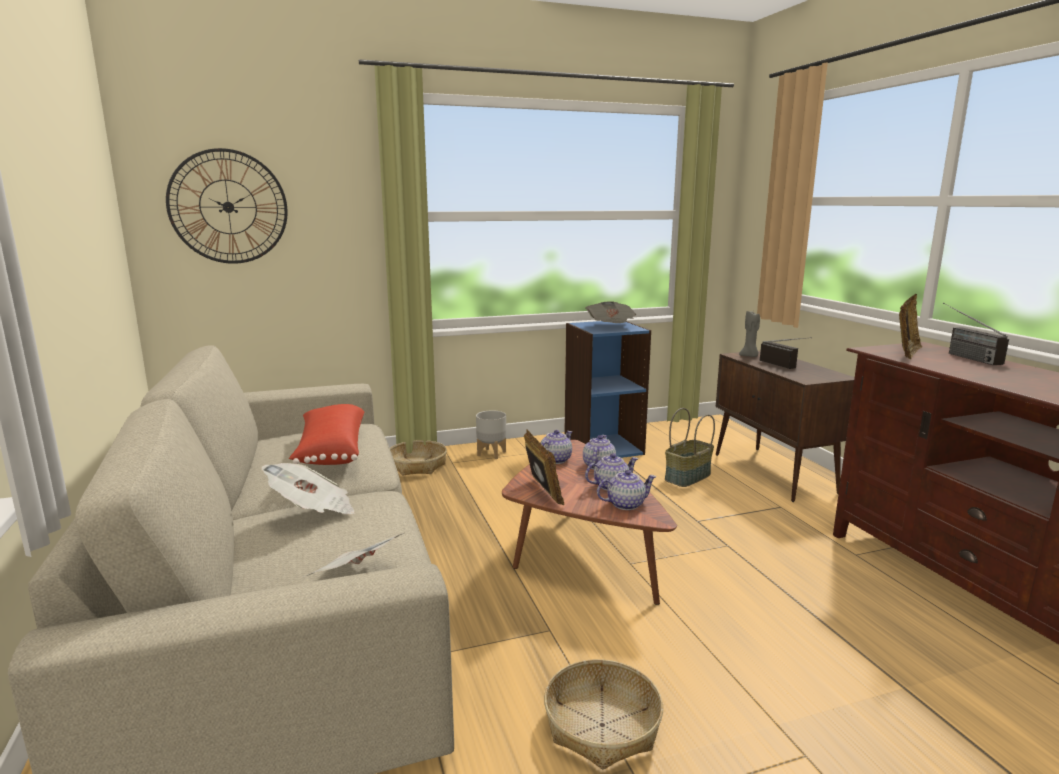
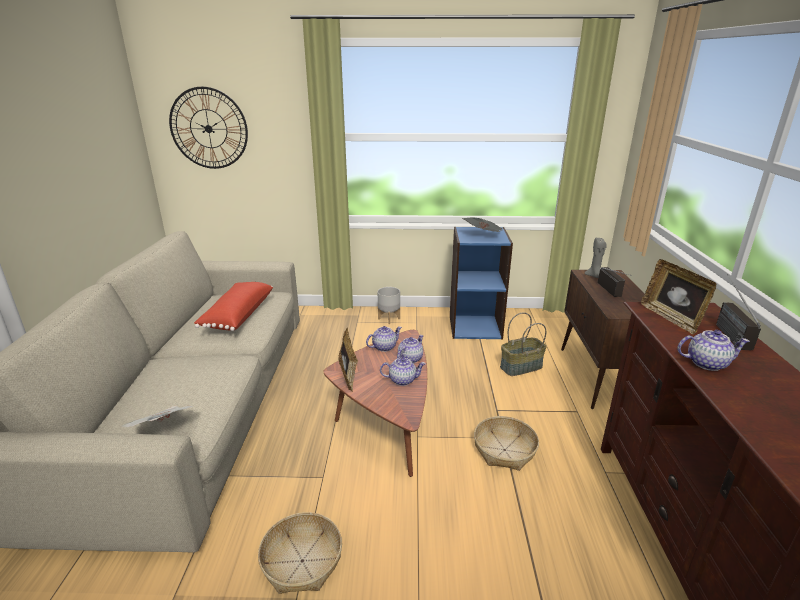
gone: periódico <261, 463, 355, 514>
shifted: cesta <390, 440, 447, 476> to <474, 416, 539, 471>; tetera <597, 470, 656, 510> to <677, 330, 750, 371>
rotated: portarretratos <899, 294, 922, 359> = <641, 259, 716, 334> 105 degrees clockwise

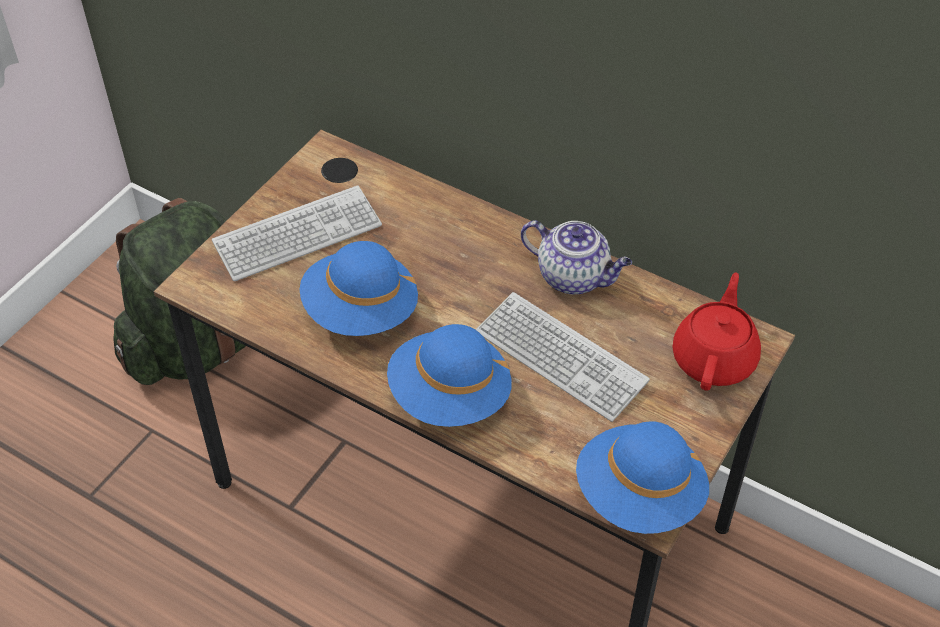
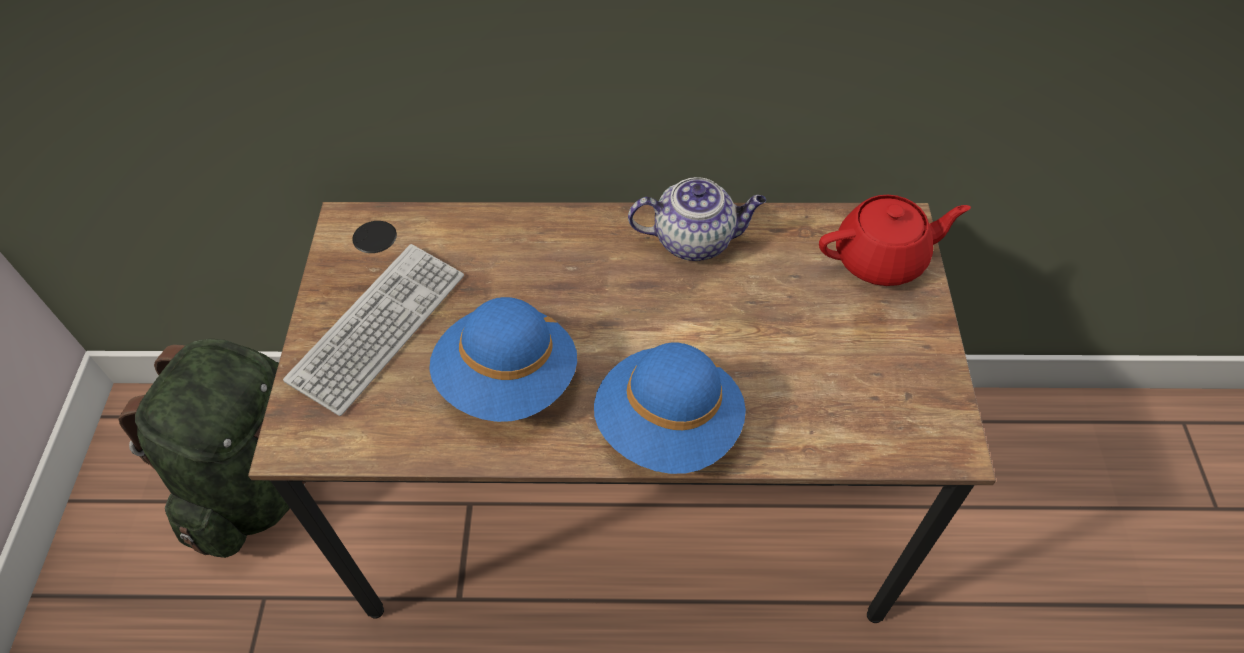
gone: teclado <476, 292, 650, 422>; sombrero/azul <576, 421, 709, 534>
rotated: tetera/rojo <672, 272, 761, 391> = <819, 195, 971, 286> 90 degrees clockwise

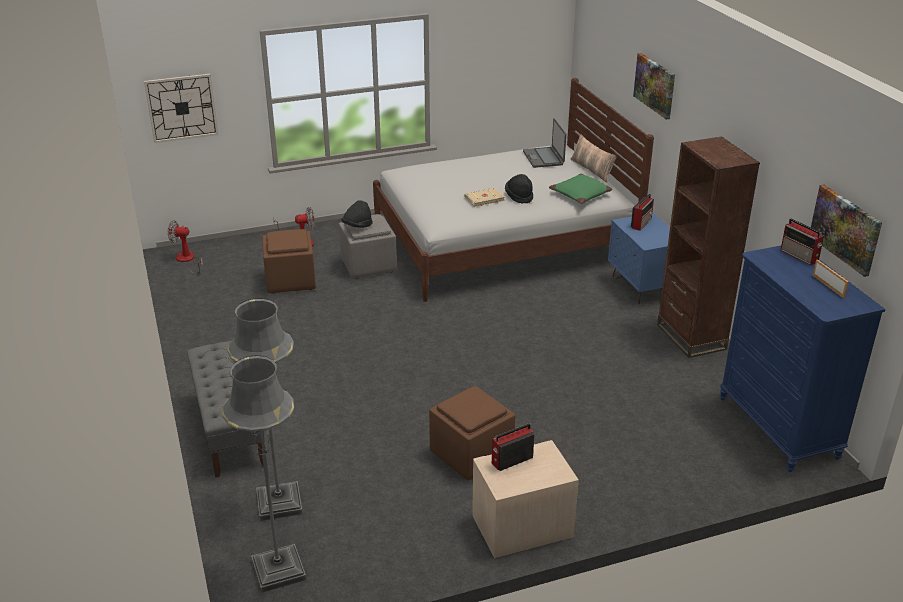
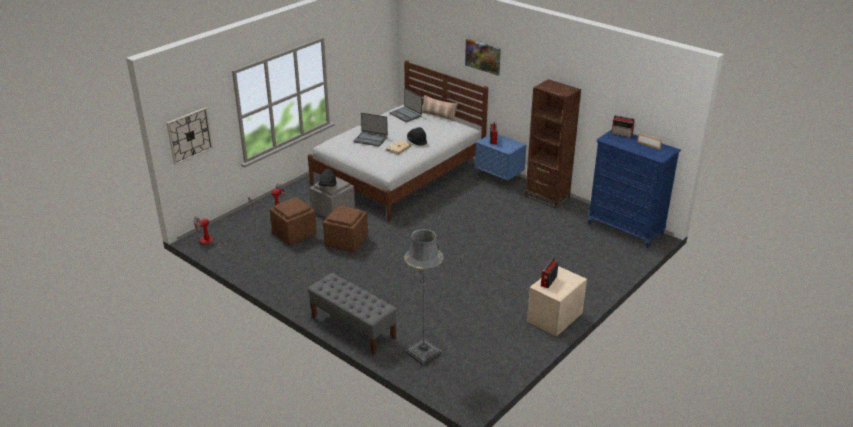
gone: cojín/verde <549, 174, 612, 204>; cuadro <811, 184, 882, 277>; lámpara de pie/gris <222, 355, 306, 593>
new: portátil <354, 113, 388, 146>
shifted: puf/marrón <429, 386, 515, 480> to <323, 206, 368, 253>

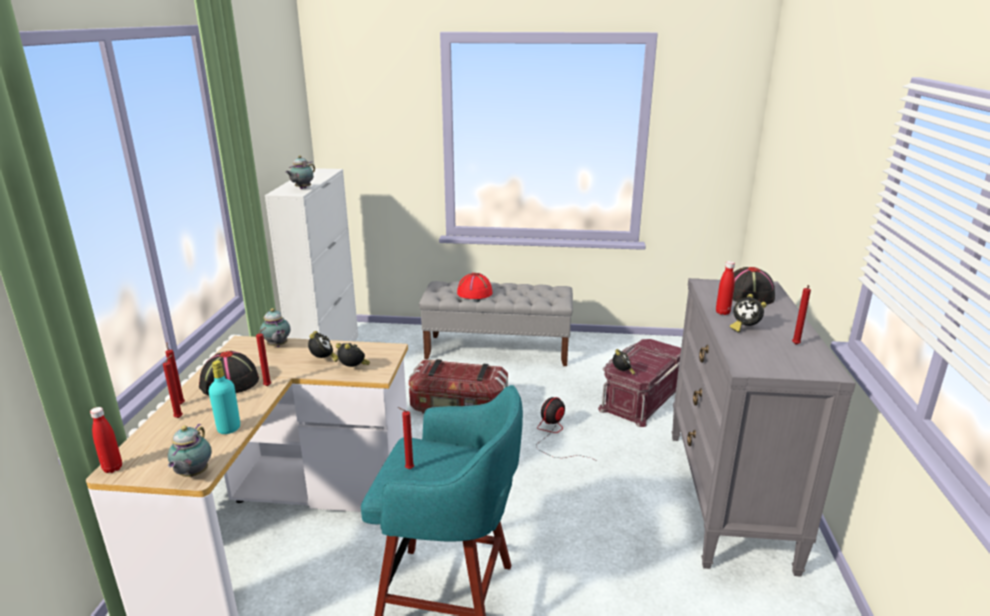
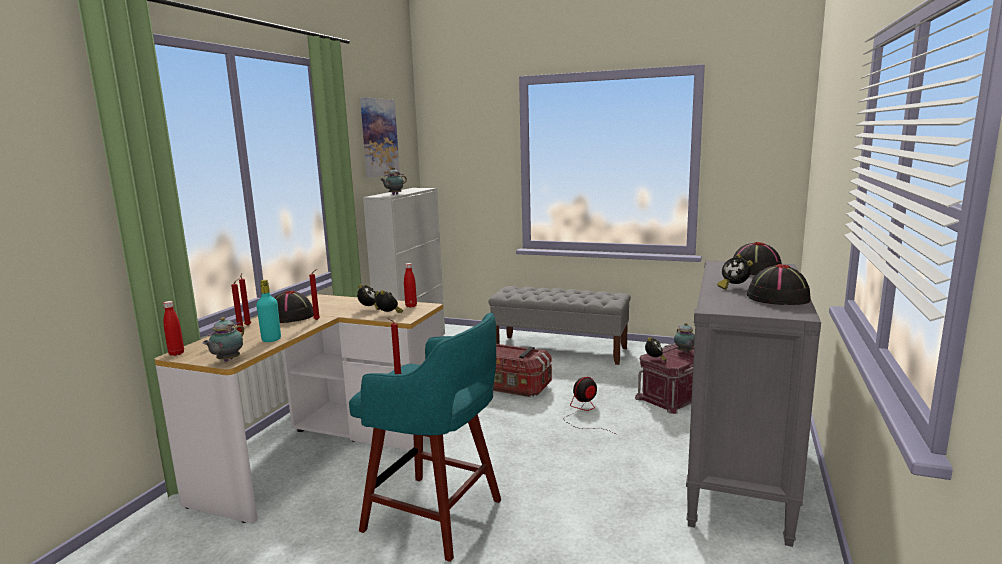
gone: sombrero/rojo <457, 273, 493, 299>
new: cuadro <360, 97, 400, 178>
shifted: botella/rojo <716, 261, 735, 315> to <404, 263, 417, 308>; tetera <260, 308, 291, 347> to <674, 323, 695, 353>
swapped: vela/rojo <792, 285, 811, 344> to sombrero/negro <746, 264, 811, 305>

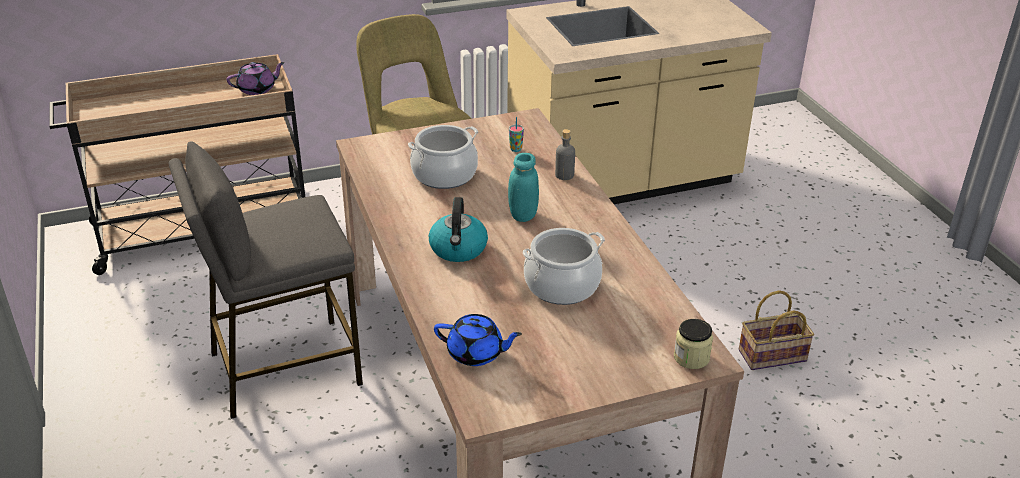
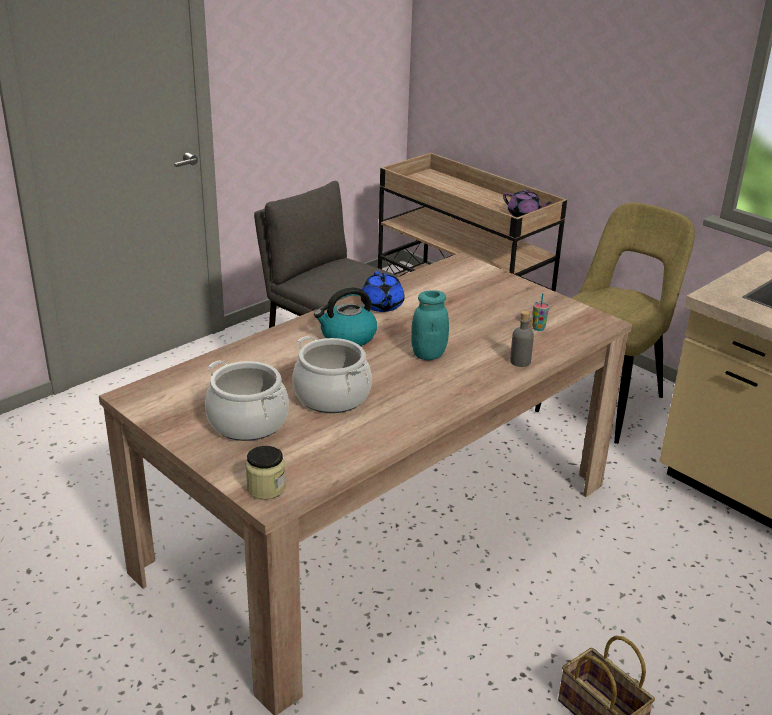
shifted: olla <408, 125, 478, 189> to <205, 360, 289, 441>; tetera/azul <434, 314, 522, 366> to <360, 271, 404, 312>

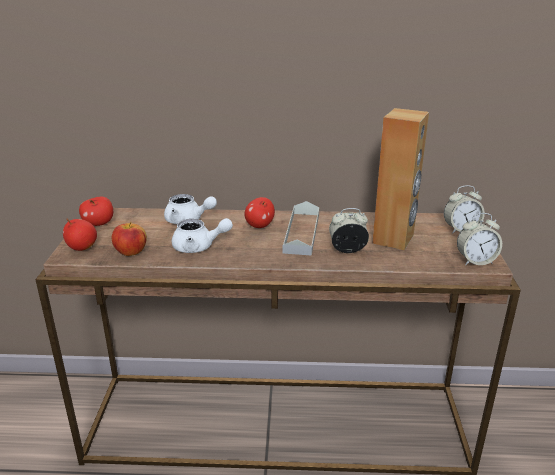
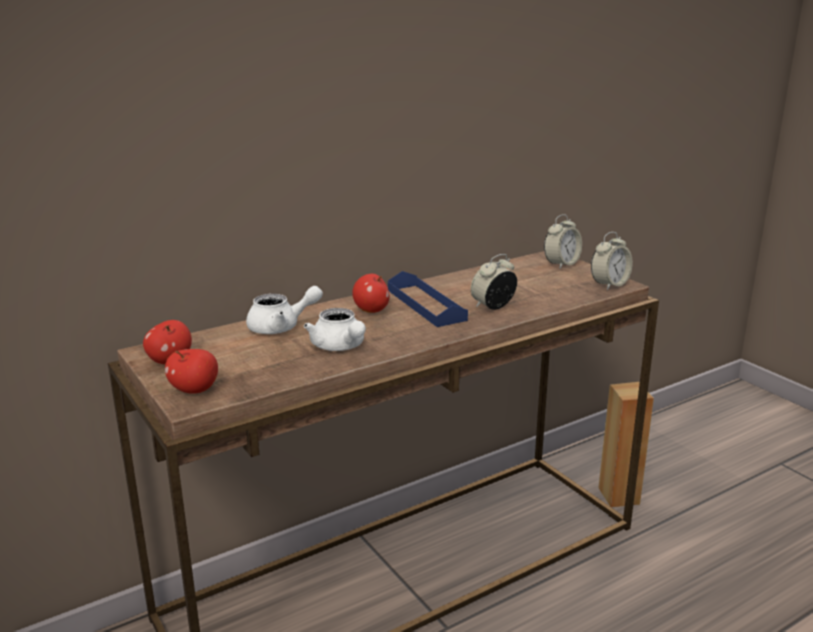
gone: manzana <112, 222, 147, 256>
shifted: altavoz/marrón <372, 108, 429, 250> to <598, 382, 654, 507>
repainted: bandeja/gris <283, 201, 319, 256> to bandeja/azul <388, 271, 468, 327>
rotated: tetera/blanco <172, 218, 233, 253> = <304, 308, 366, 351> 90 degrees clockwise

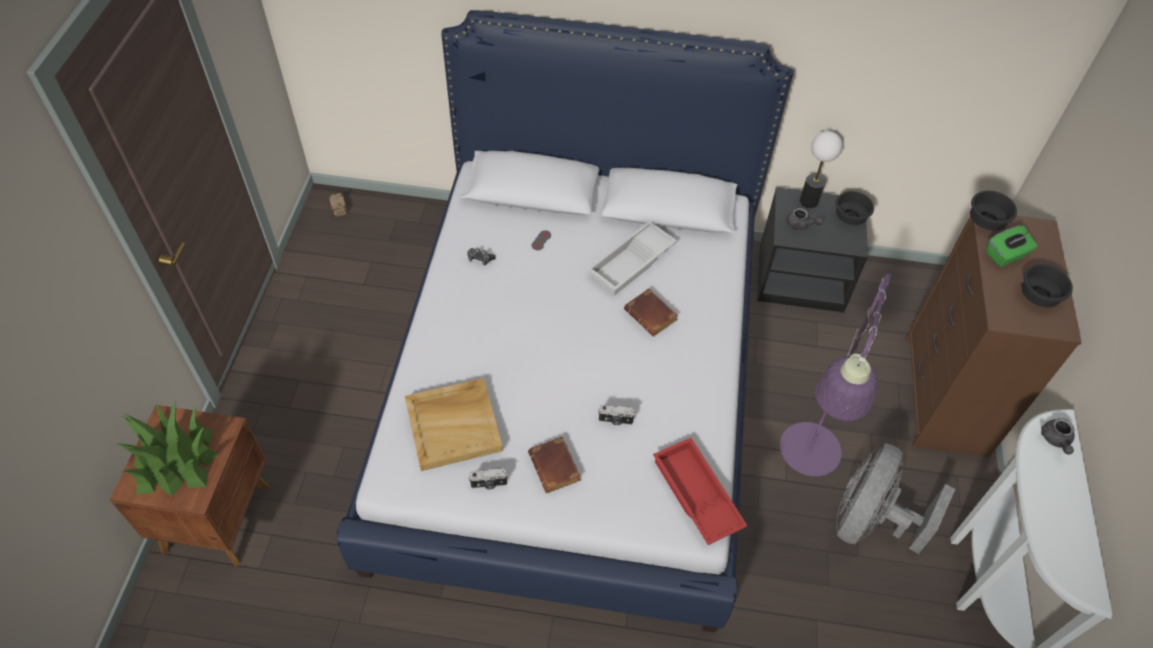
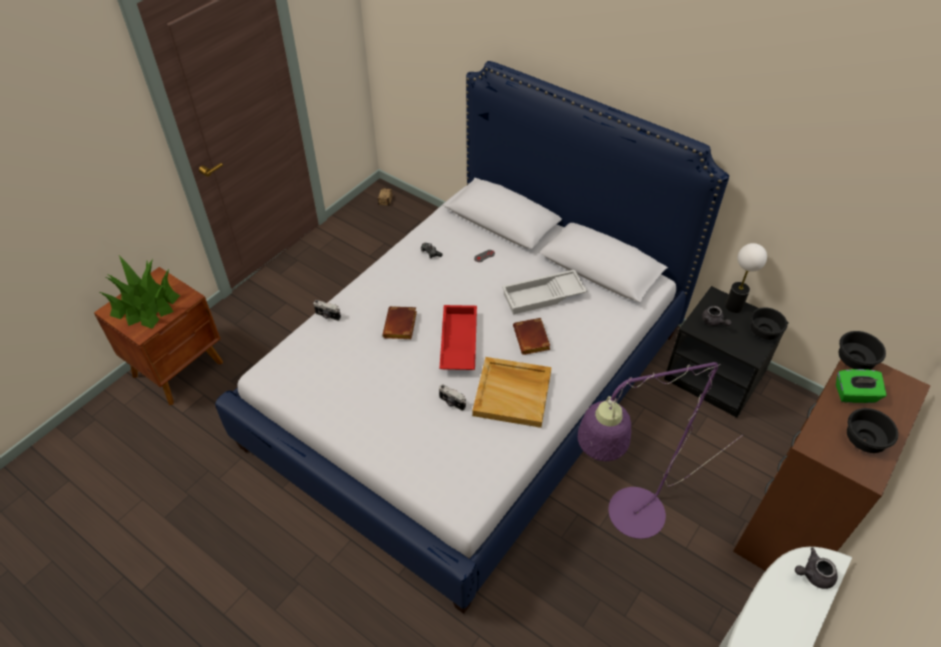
gone: ventilador/gris <837, 443, 955, 554>
shifted: bandeja/beis <405, 378, 503, 471> to <472, 357, 552, 428>; libro/marrón <528, 436, 581, 493> to <382, 306, 417, 339>; bandeja/rojo <653, 438, 748, 545> to <439, 305, 477, 370>; cámara <468, 468, 508, 489> to <313, 300, 341, 321>
rotated: tetera/gris <1041, 418, 1075, 454> = <795, 548, 838, 589> 45 degrees clockwise

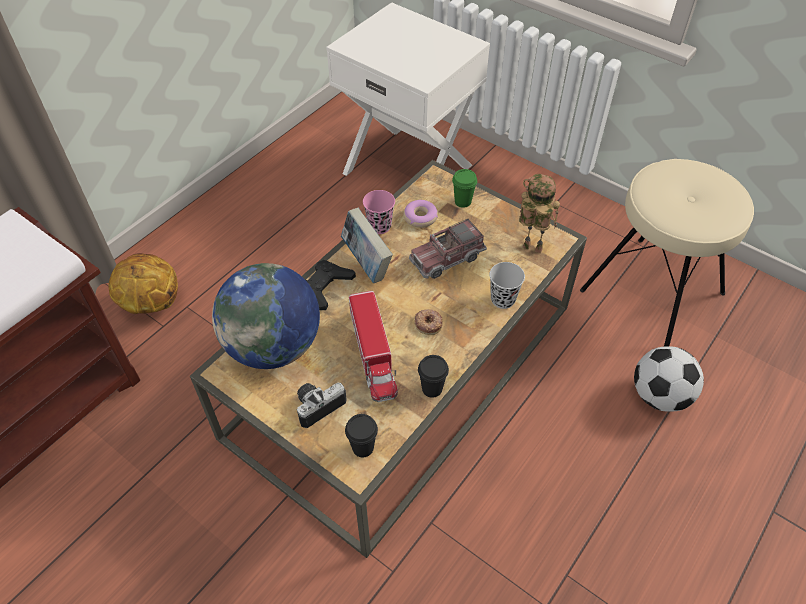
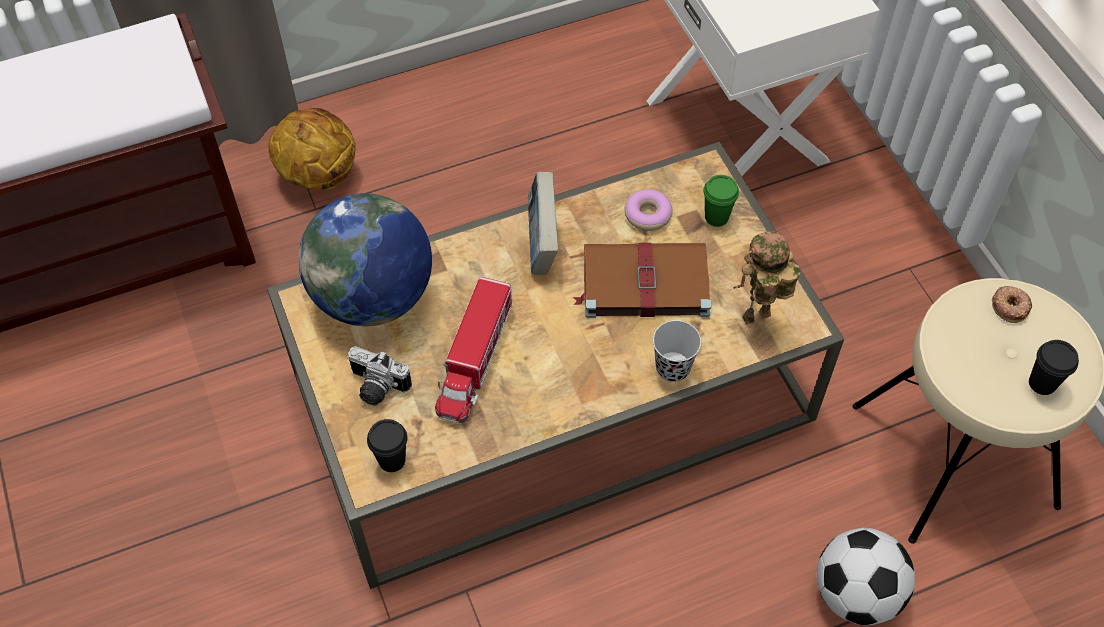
gone: taza/rosa <363, 190, 395, 234>; mando de consola/negro <306, 260, 356, 310>
shifted: rosquilla <414, 309, 442, 335> to <992, 286, 1032, 323>; taza/negro <418, 355, 449, 398> to <1029, 340, 1079, 395>
swapped: camión de juguete <409, 219, 487, 279> to libro/marrón <573, 243, 711, 318>
rotated: robot de juguete <519, 174, 560, 254> = <733, 231, 800, 324> 75 degrees counterclockwise; cámara <297, 382, 347, 428> = <348, 346, 412, 406> 150 degrees counterclockwise

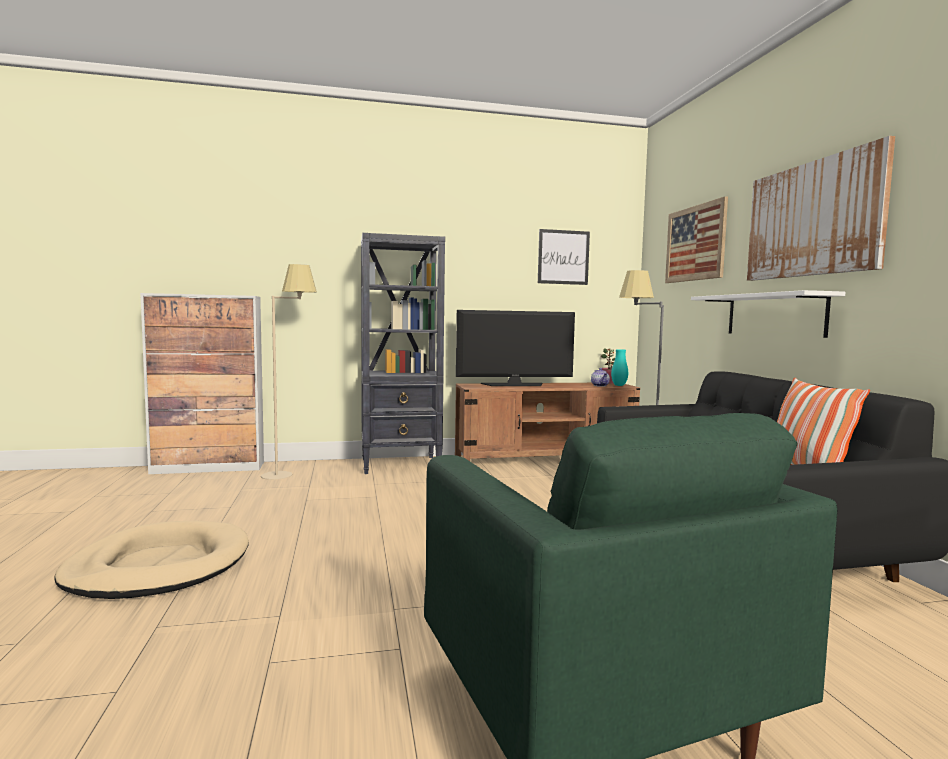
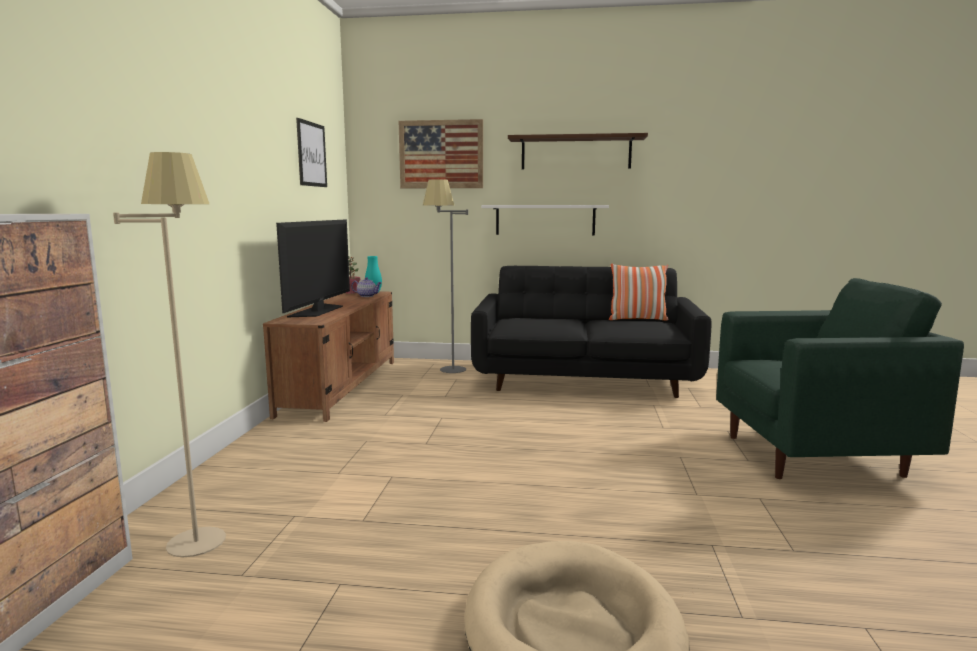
gone: estantería/negro <361, 233, 445, 474>
swapped: cuadro <747, 136, 895, 281> to estante <508, 133, 648, 169>

